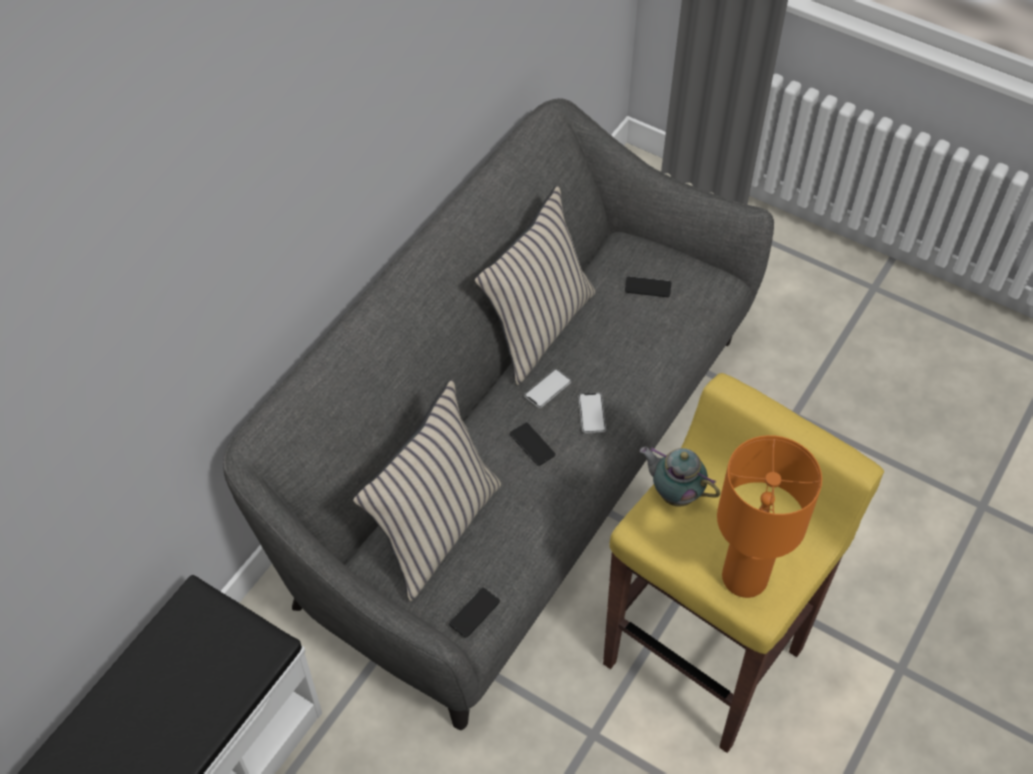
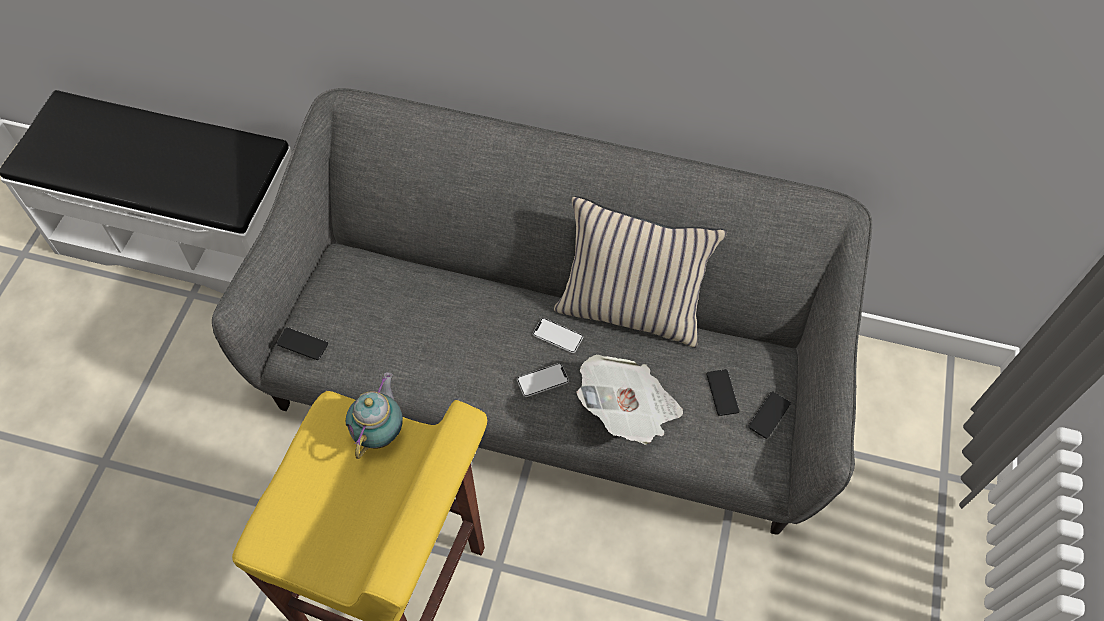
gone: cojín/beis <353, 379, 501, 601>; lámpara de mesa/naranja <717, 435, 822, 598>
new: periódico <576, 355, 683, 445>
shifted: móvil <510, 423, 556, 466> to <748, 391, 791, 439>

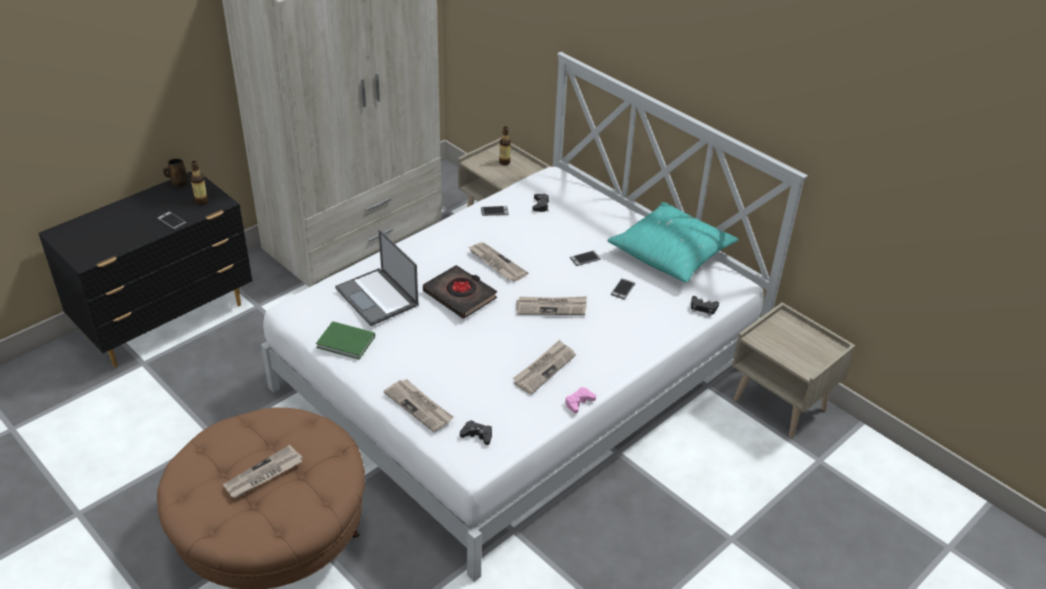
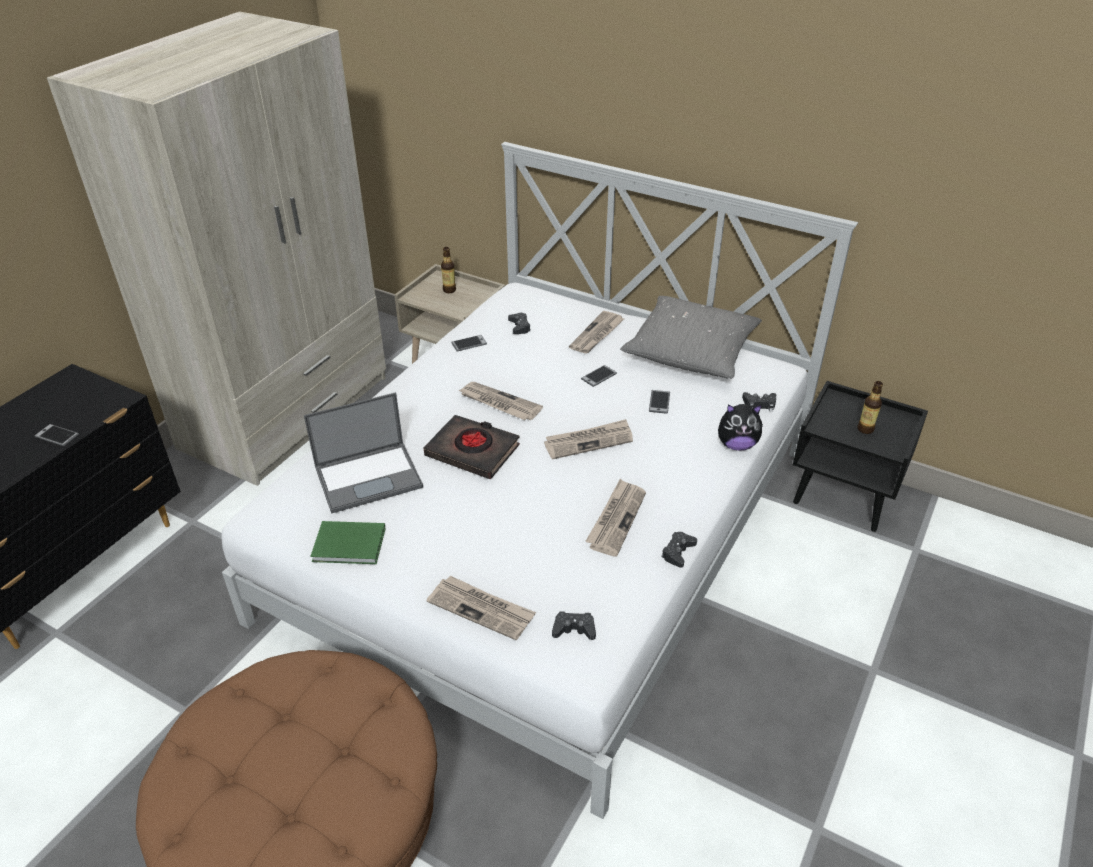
gone: taza grande/marrón <163, 158, 188, 187>
new: peluche <718, 404, 763, 451>
shifted: botella <191, 161, 208, 205> to <858, 381, 883, 434>; periódico <223, 445, 303, 498> to <569, 311, 624, 353>
repainted: cojín/turquesa <607, 202, 738, 282> to cojín/gris <620, 296, 762, 379>; mesita de noche/beis <732, 302, 855, 438> to mesita de noche/negro <793, 381, 928, 532>; mando de consola/rosa <565, 387, 596, 413> to mando de consola/negro <661, 532, 697, 568>
rotated: portátil <335, 229, 419, 326> = <304, 392, 423, 514> 60 degrees counterclockwise

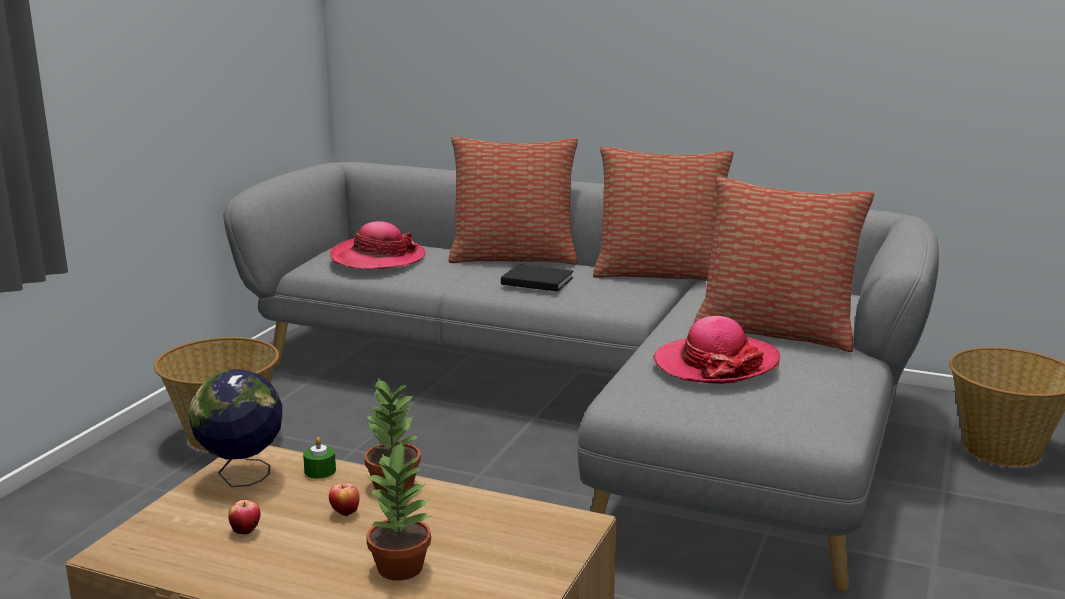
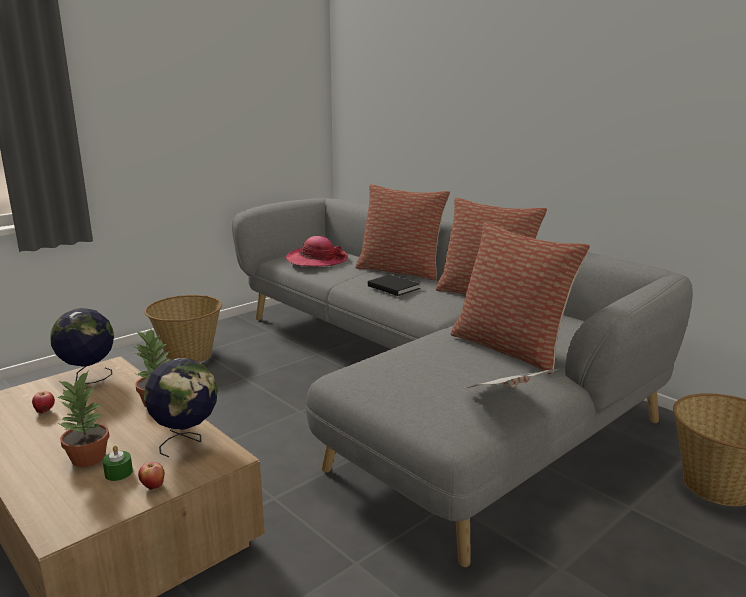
gone: sombrero <653, 316, 780, 384>
new: globo terráqueo <144, 358, 218, 457>; periódico <467, 369, 559, 388>
shifted: vela/verde <303, 437, 336, 479> to <102, 445, 133, 481>; manzana <329, 483, 360, 516> to <138, 462, 164, 490>

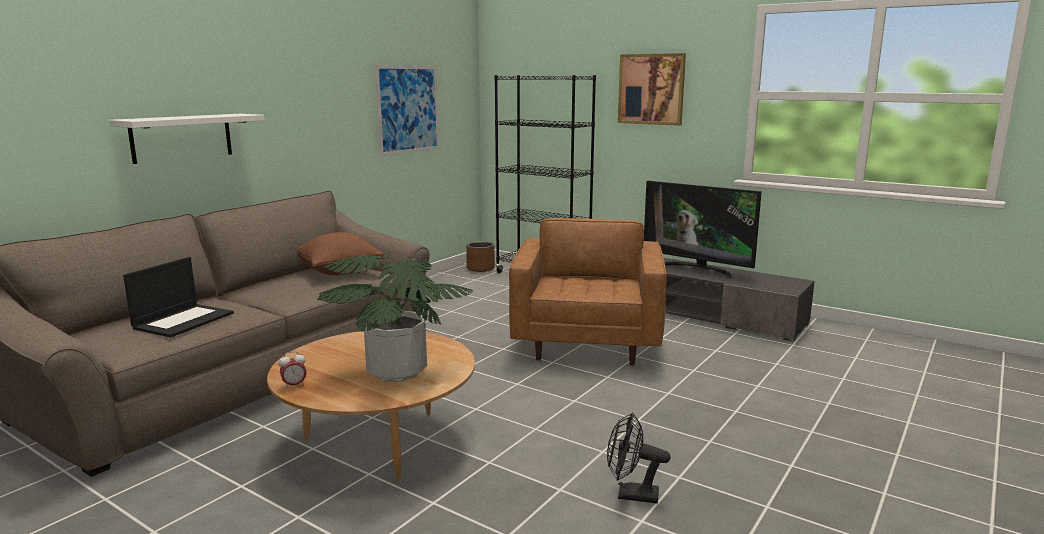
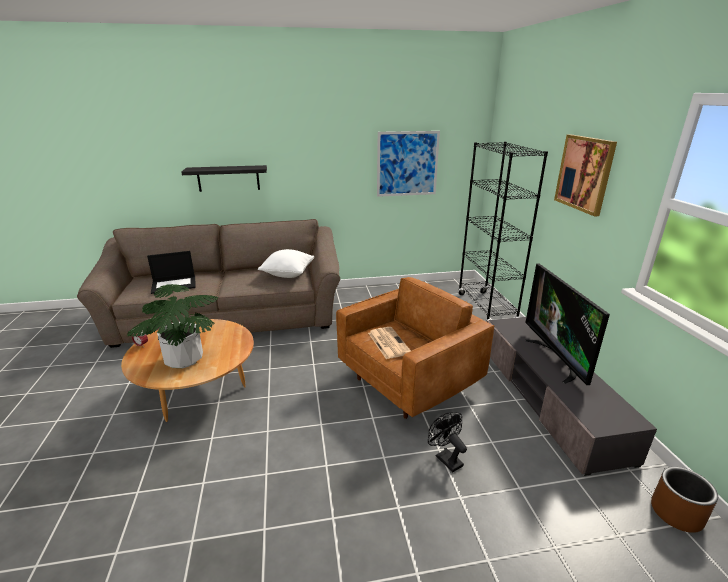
new: periódico <368, 327, 411, 359>
shifted: maceta/marrón <466, 241, 495, 272> to <651, 467, 718, 533>; ventilador/negro <607, 412, 670, 504> to <428, 412, 467, 473>
repainted: estante/blanco <109, 114, 264, 164> to estante/negro <181, 165, 267, 192>; cojín/marrón <297, 232, 384, 275> to cojín/blanco <258, 249, 315, 278>

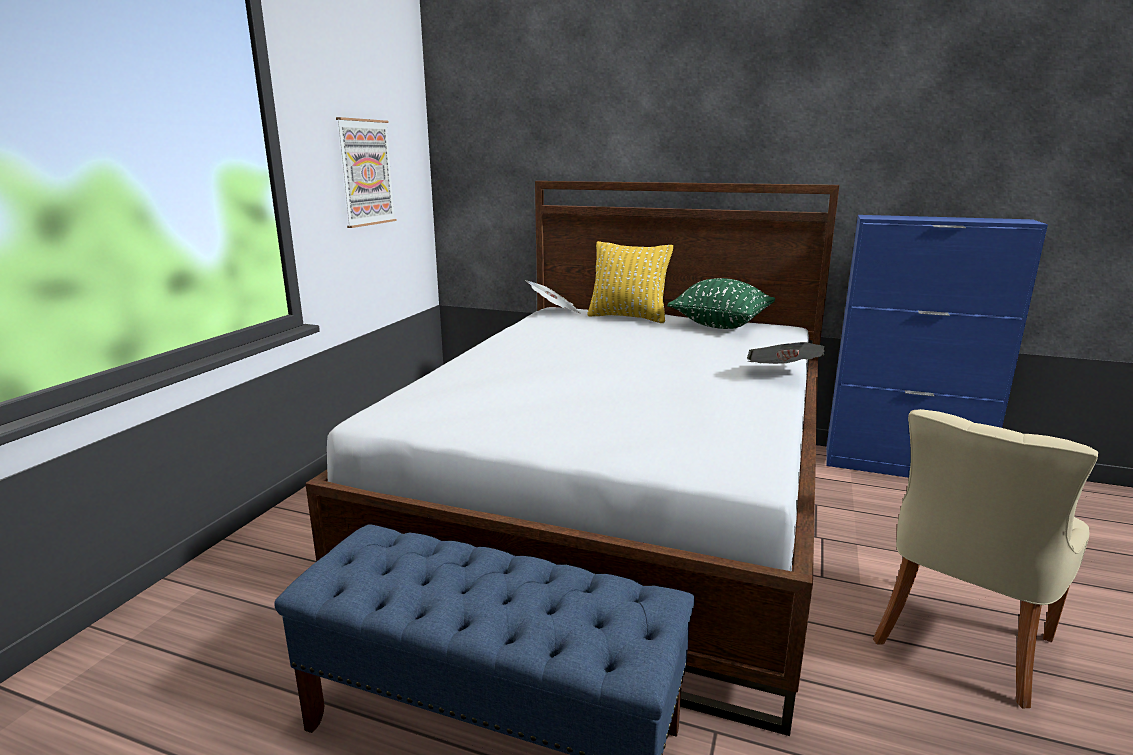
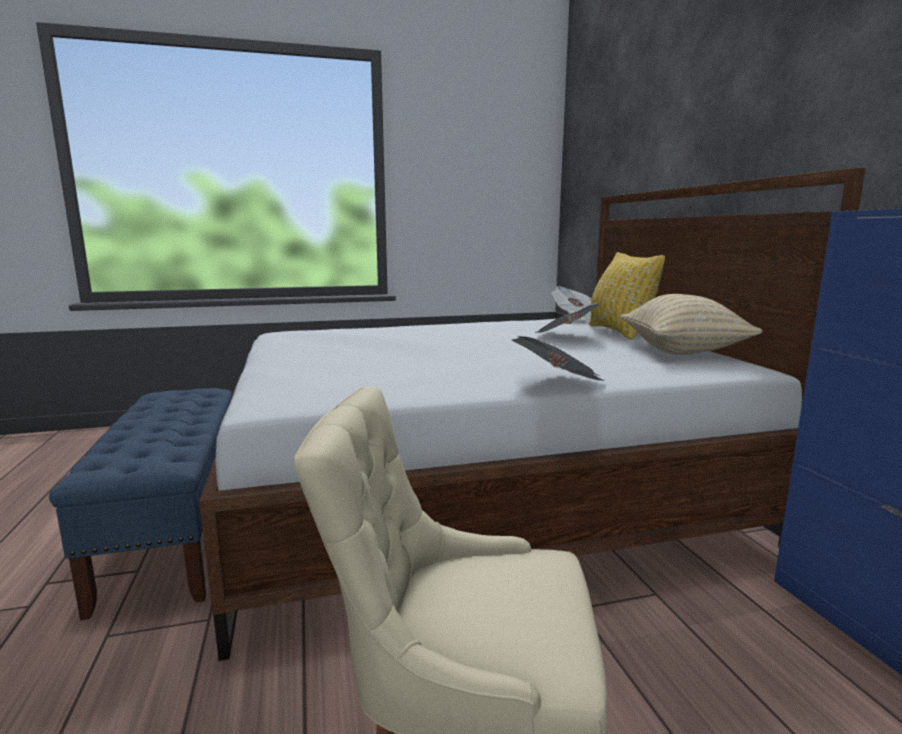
gone: cuadro <336, 117, 397, 228>
new: periódico <535, 302, 600, 333>
repainted: cojín/verde <667, 278, 775, 329> to cojín/beis <620, 294, 763, 355>

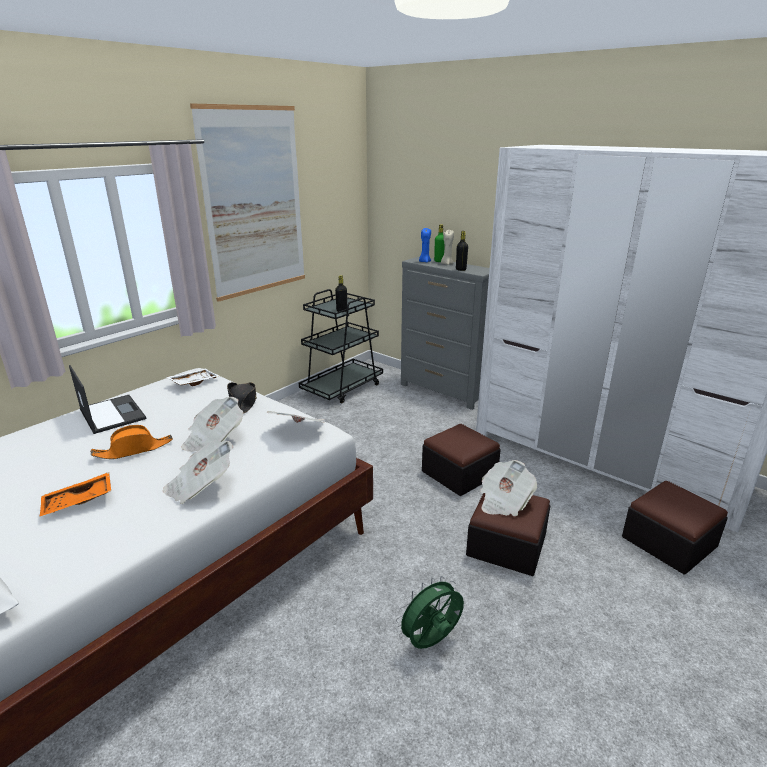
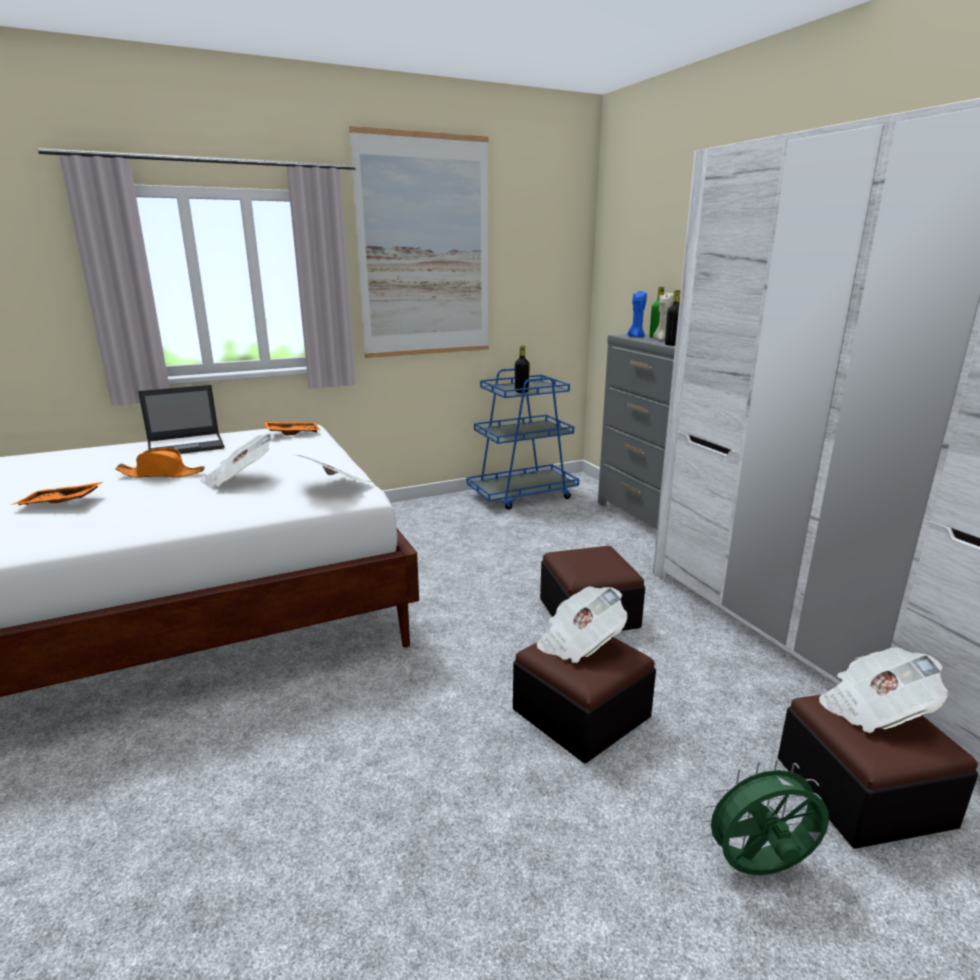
gone: sombrero/negro <227, 382, 257, 414>
shifted: periódico <162, 440, 233, 504> to <819, 647, 948, 733>; ventilador/verde <396, 576, 464, 649> to <701, 760, 829, 875>
repainted: carrito/negro <299, 289, 383, 403> to carrito/azul <466, 368, 579, 510>; bandeja/blanco <166, 368, 219, 386> to bandeja/naranja <264, 422, 320, 435>
rotated: portátil <69, 365, 146, 434> = <138, 385, 224, 454> 75 degrees clockwise

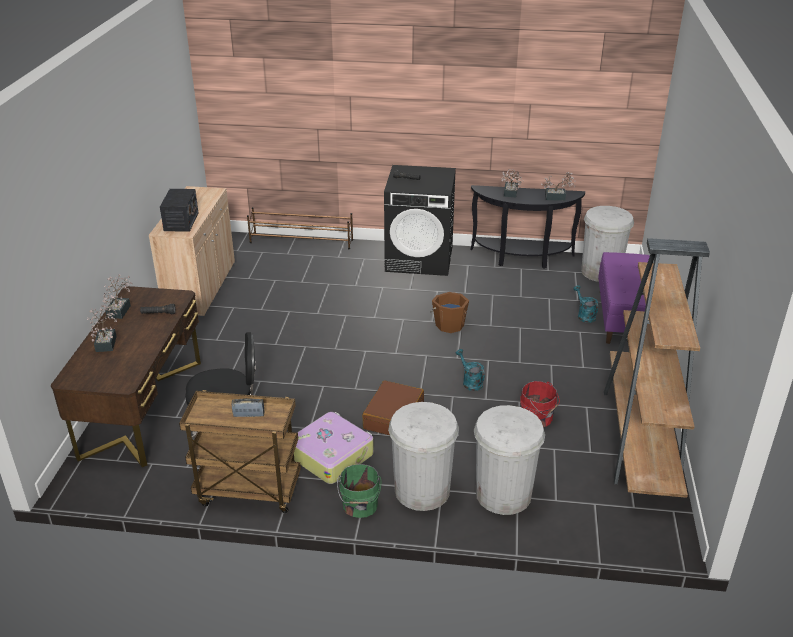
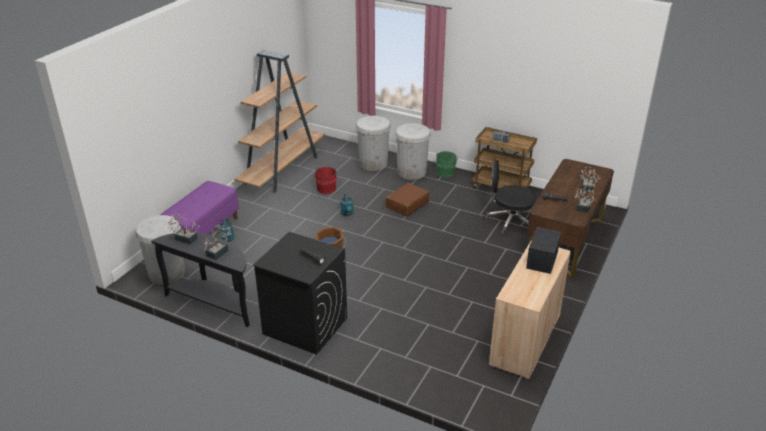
gone: zapatero/marrón <247, 207, 353, 249>; maleta <294, 412, 374, 484>

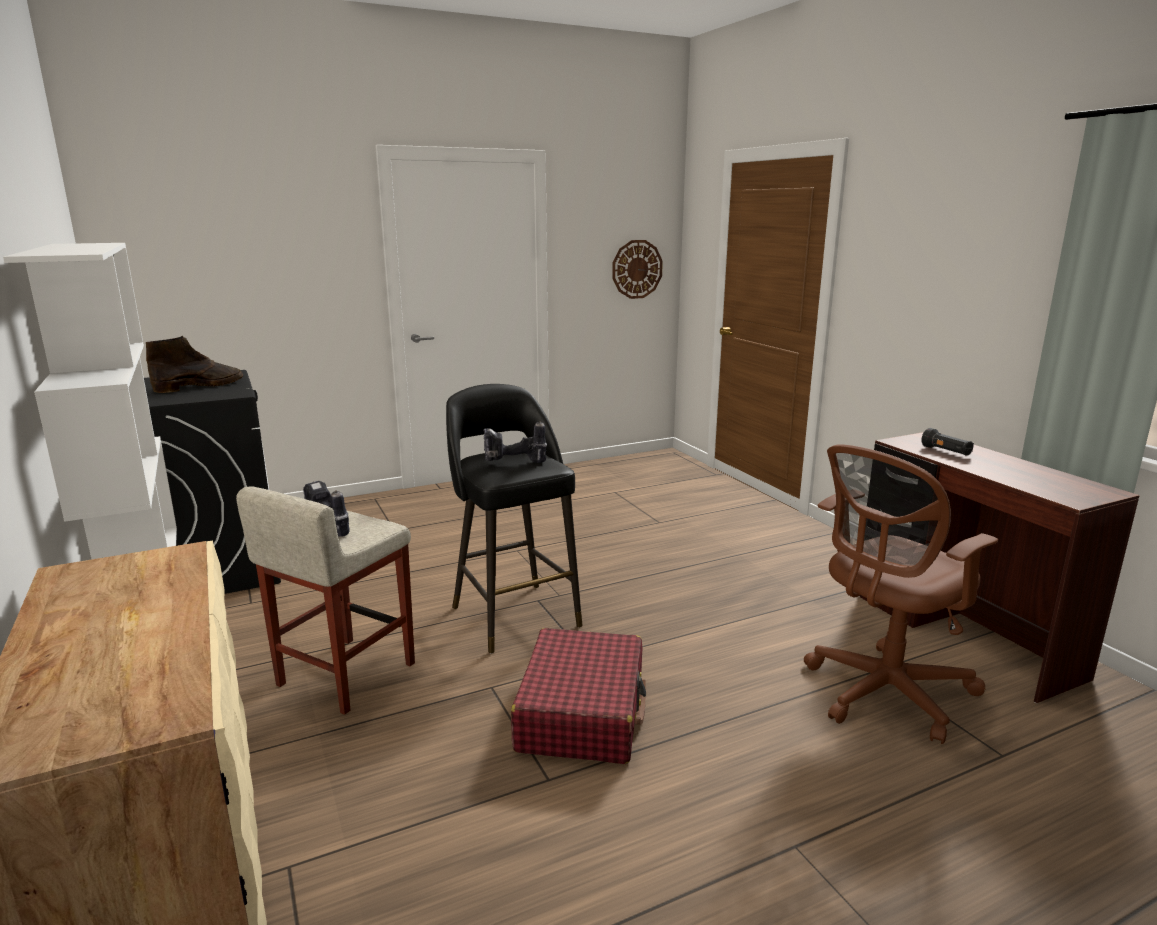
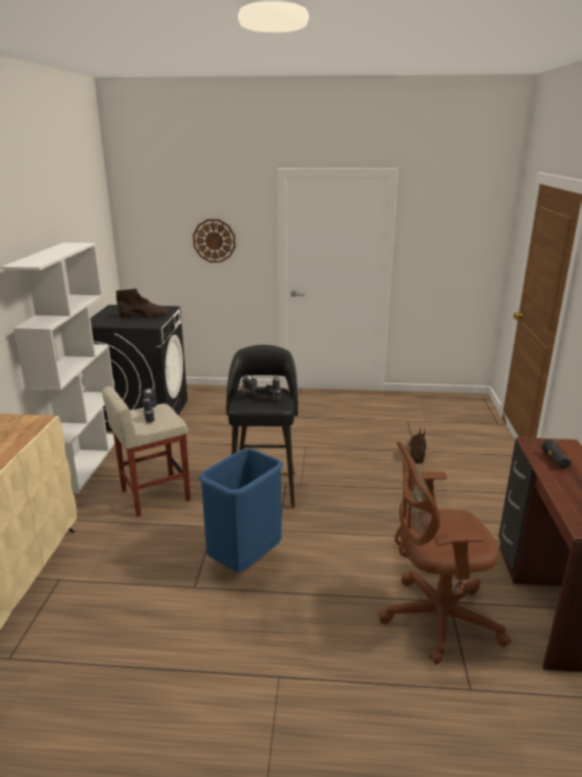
new: bota/marrón <409, 427, 426, 464>
shifted: reloj de pared <612, 240, 663, 299> to <193, 219, 236, 263>
swapped: maleta/rojo <511, 628, 646, 764> to papelera/azul <199, 448, 283, 572>

